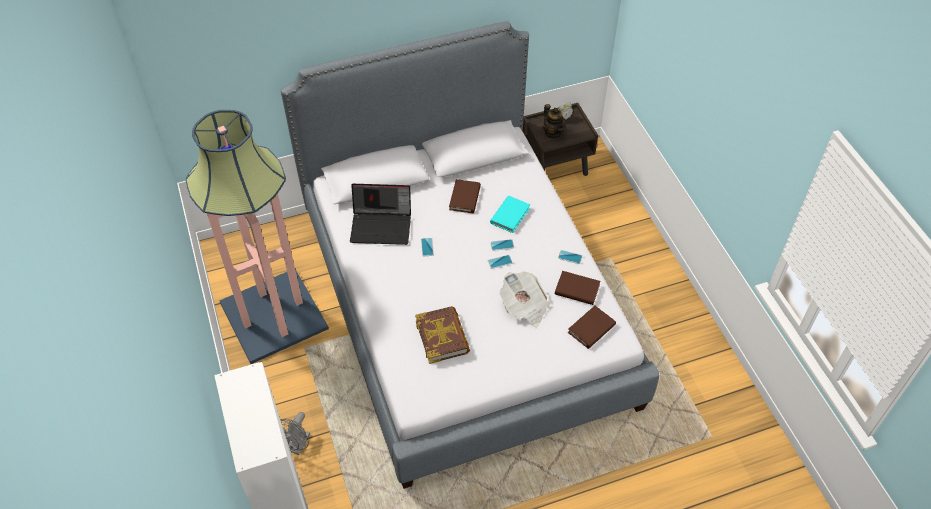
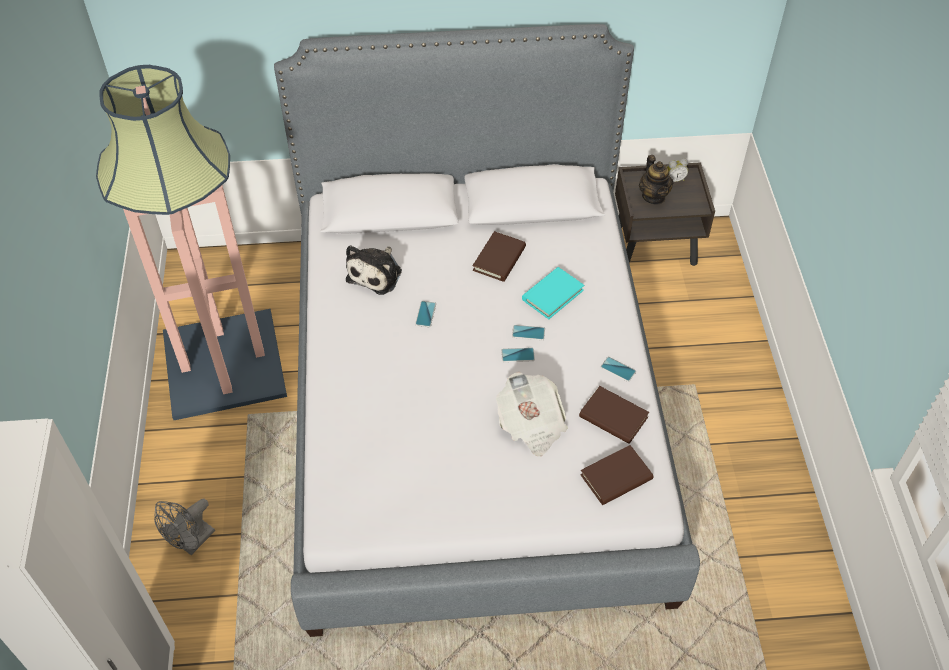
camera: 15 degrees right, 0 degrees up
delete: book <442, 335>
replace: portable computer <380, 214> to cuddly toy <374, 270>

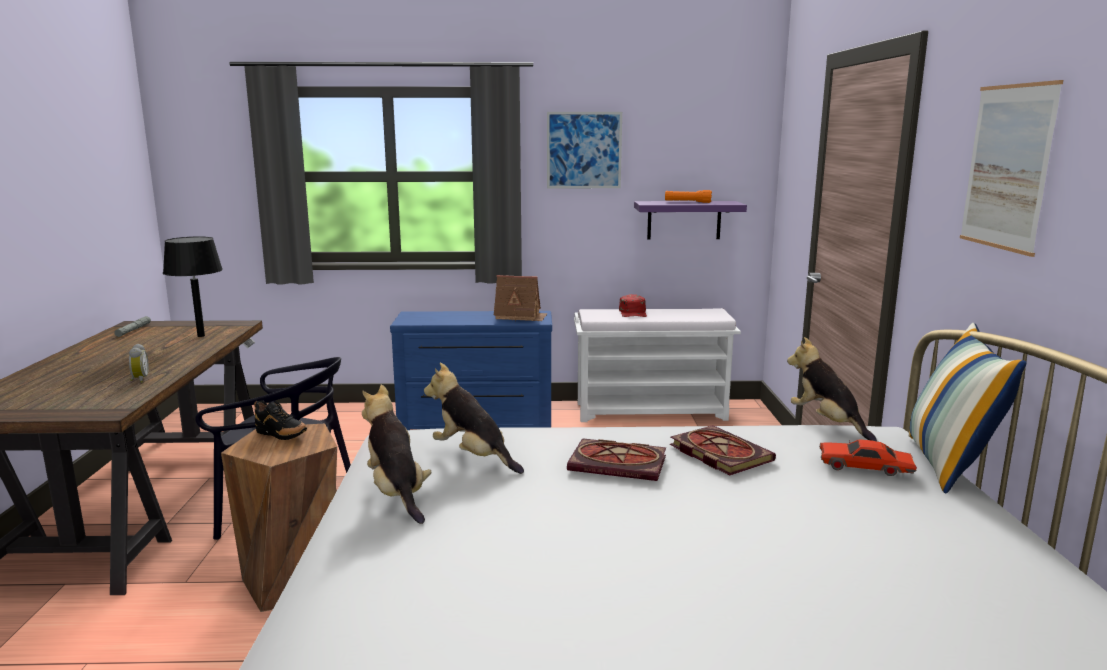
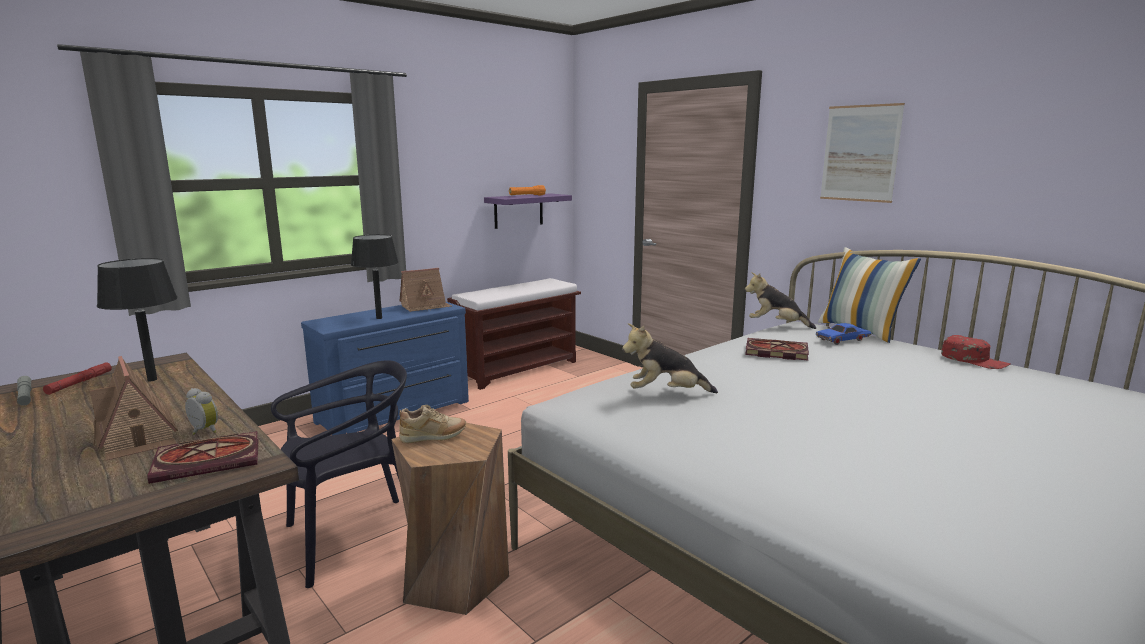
camera: 40 degrees left, 0 degrees up
delete: cuddly toy <396, 454>; picture <584, 150>
insert: red torch <77, 378>; toy house <134, 408>; black-coloured lamp for a table <375, 277>
move: book <616, 459> to <203, 457>; red cap <633, 305> to <976, 352>
recolor: black-coloured low shoe <280, 420> to beige low shoe <432, 424>; white long seat <657, 365> to brown long seat <514, 334>; red model car <868, 457> to bluish model car <843, 334>

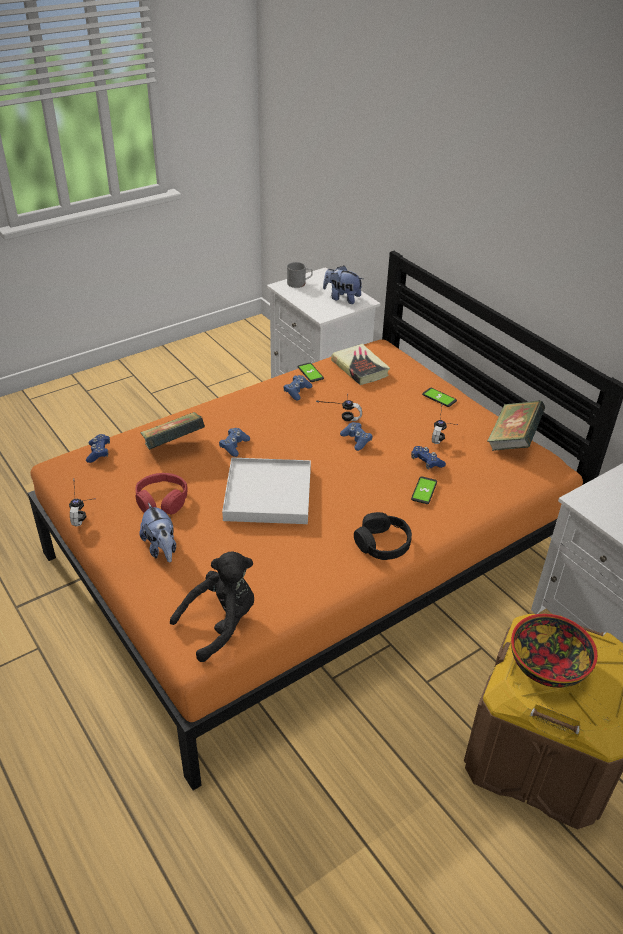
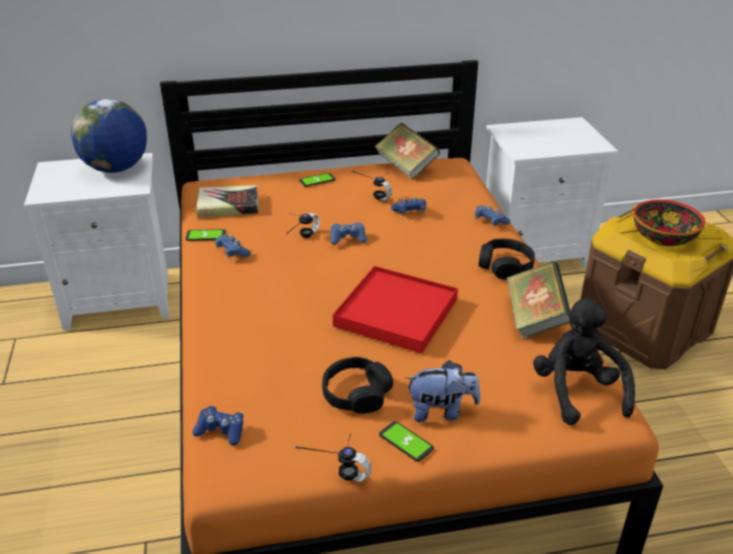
camera: 65 degrees left, 5 degrees down
delete: grey coffee mug <299, 275>
move: book <172, 431> to <538, 300>; bluish gamepad <234, 442> to <493, 215>; handset <424, 490> to <406, 441>
replace: cuddly toy <343, 285> to globe <109, 136>
recolor: red headphones <161, 493> to black-coloured headphones <357, 385>; white serving tray <266, 491> to red serving tray <395, 309>

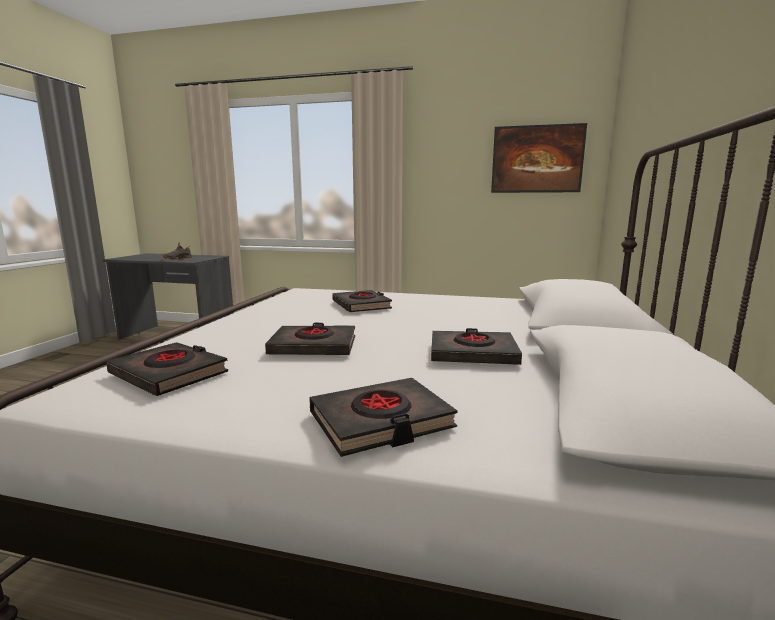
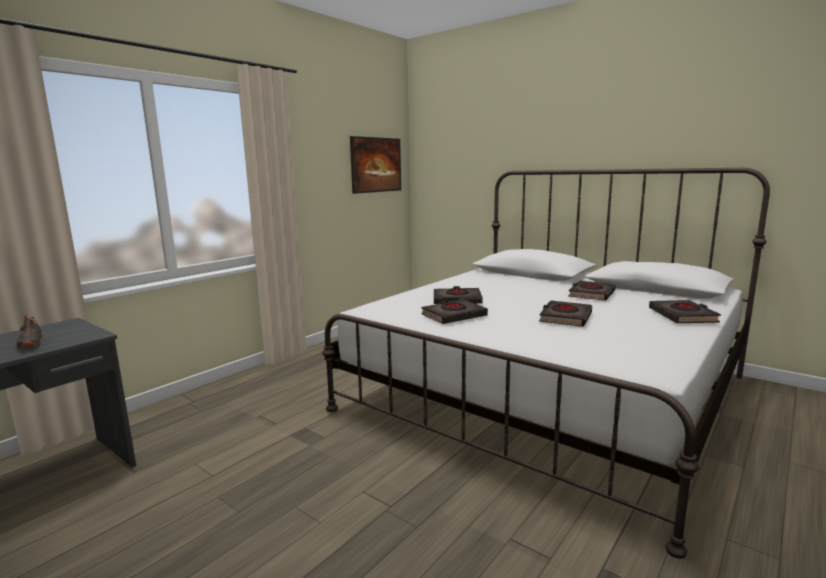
camera: 65 degrees left, 0 degrees up
move: black-coloured book <167, 369> to <454, 311>

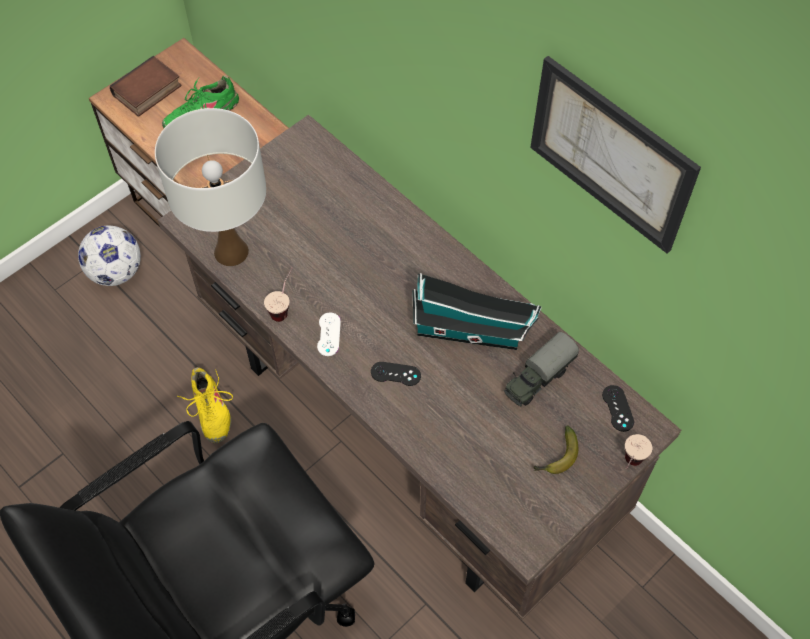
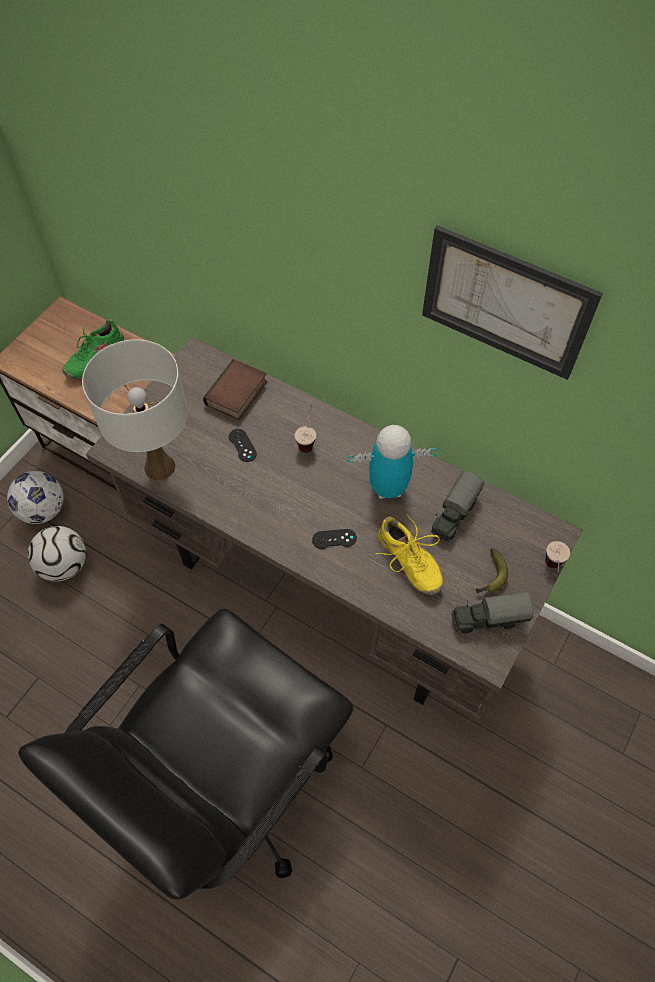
camera: 15 degrees left, 0 degrees up
delete: white gamepad <329, 334>
insert: ball for football <57, 554>; model truck <492, 613>
move: book <146, 86> to <235, 389>; yellowish low shoe <205, 405> to <409, 554>; drinking cup <278, 295> to <305, 428>; black-coloured gamepad <618, 408> to <243, 445>
replace: toy house <477, 311> to model robot <392, 462>

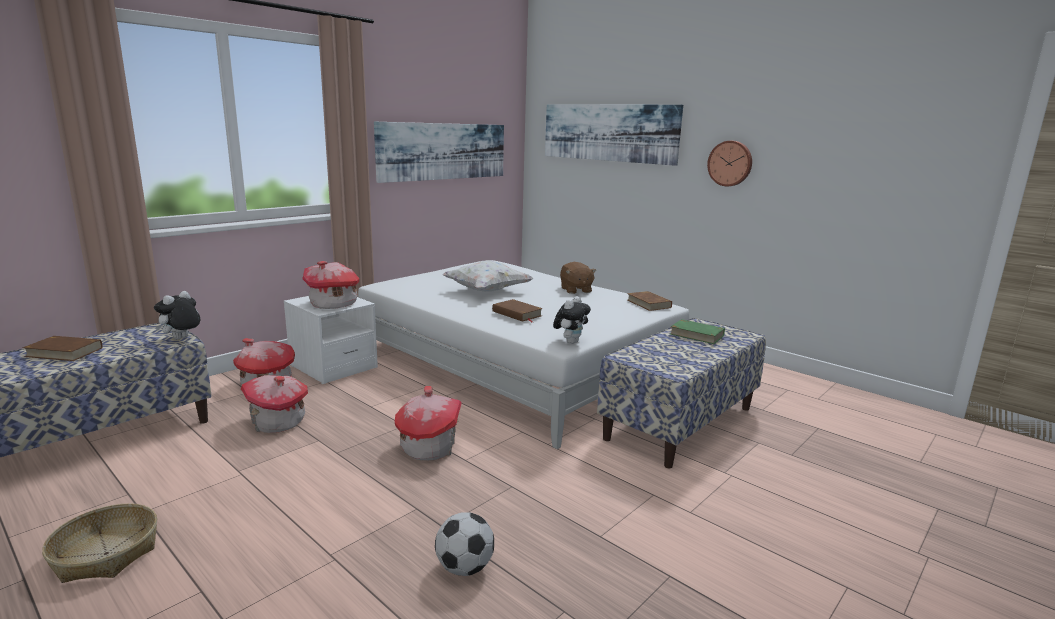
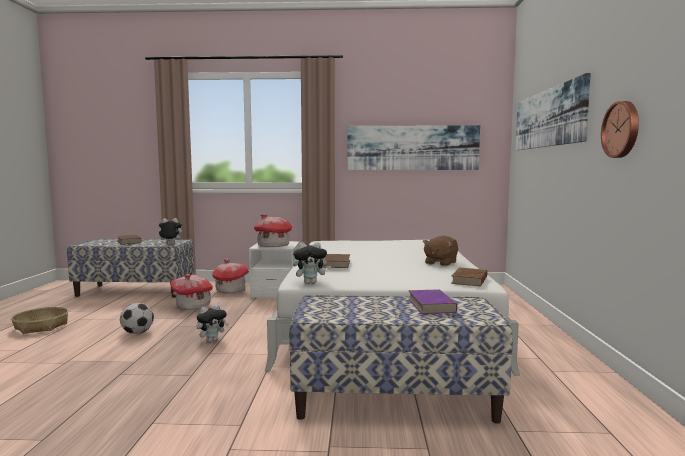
camera: 50 degrees right, 10 degrees down
delete: white cushion <487, 276>
move: ball for football <464, 544> to <137, 318>
replace: toy house <428, 423> to cuddly toy <212, 323>
recolor: green-coloured book <697, 331> to purple book <432, 301>

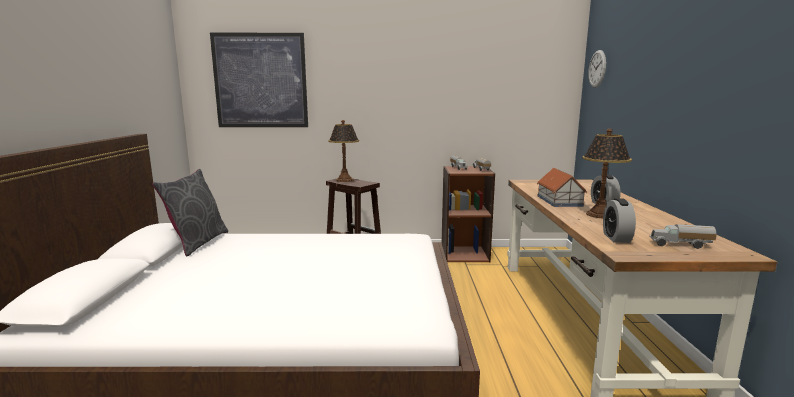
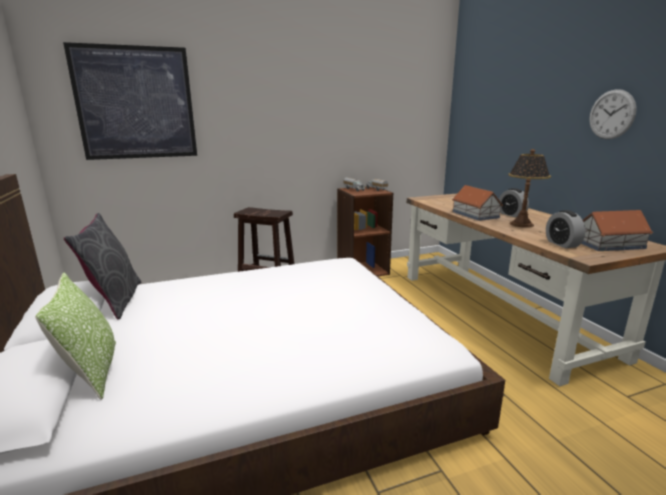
camera: 20 degrees left, 5 degrees up
delete: lamp for a table <343, 151>
insert: cushion <75, 336>
move: hanging clock <597, 69> to <613, 114>
replace: model truck <683, 236> to toy house <617, 230>

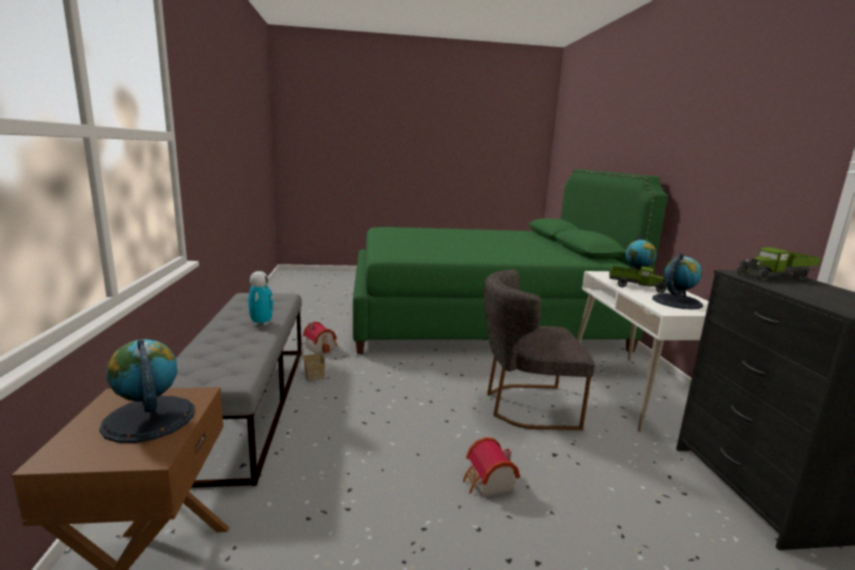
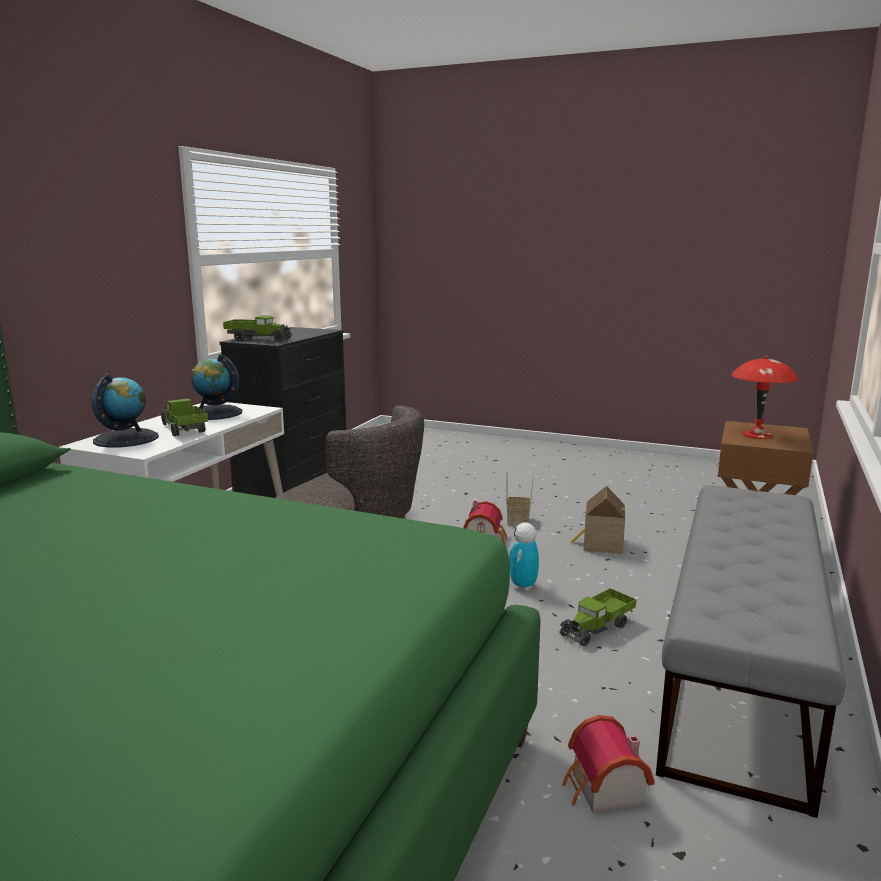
camera: 150 degrees left, 0 degrees up
insert: model truck <597, 617>; toy house <598, 520>
move: model robot <261, 298> to <524, 557>; household basket <313, 357> to <520, 499>
replace: globe <146, 391> to red lamp for a table <765, 397>

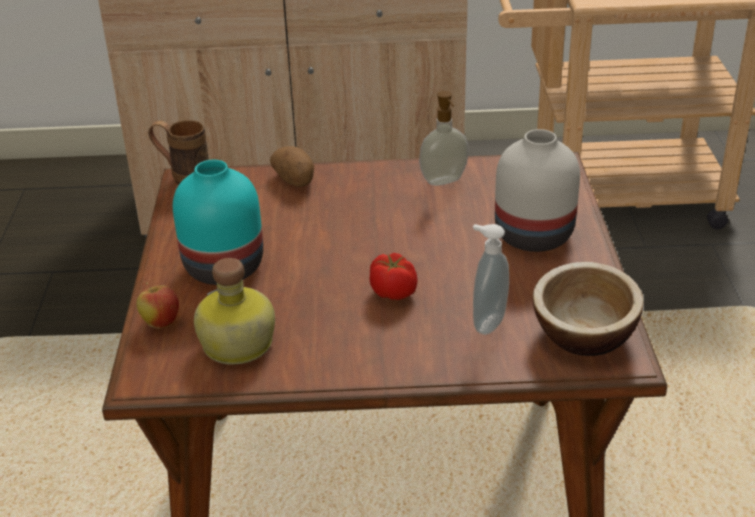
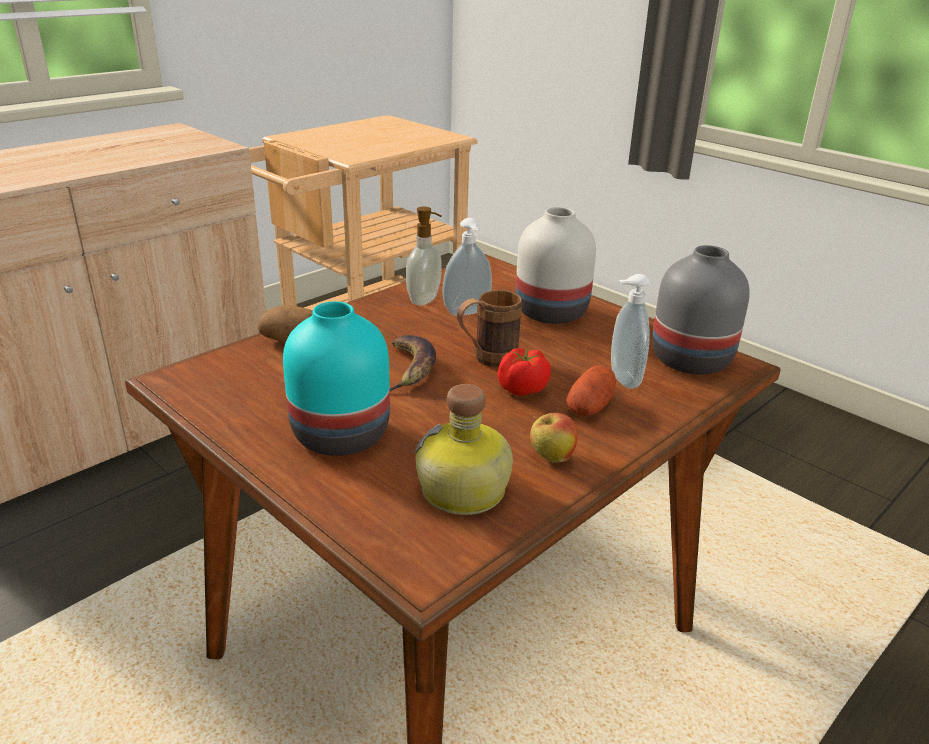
camera: 45 degrees left, 5 degrees down
insert: banana fruit <413, 363>; soap dispenser <467, 267>; spud <591, 391>
move: apple <158, 305> to <554, 438>; brown coffee mug <178, 152> to <489, 329>
replace: deep dish <588, 309> to grey decorative vase <701, 310>

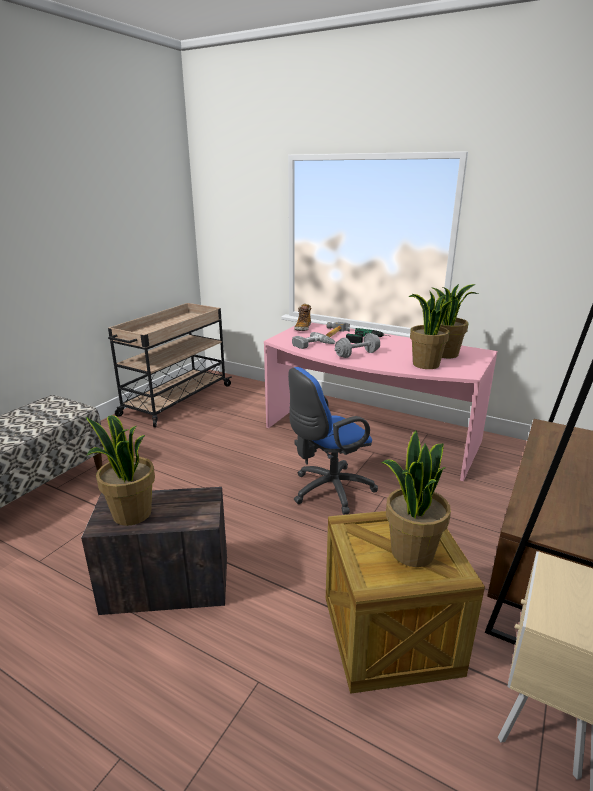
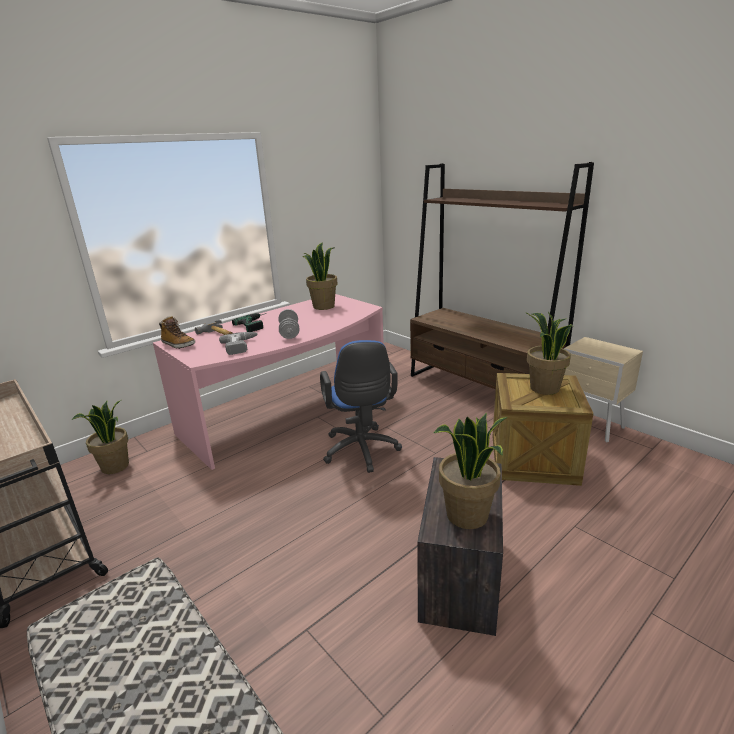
camera: 70 degrees left, 0 degrees up
move: houseplant <433, 330> to <100, 437>

